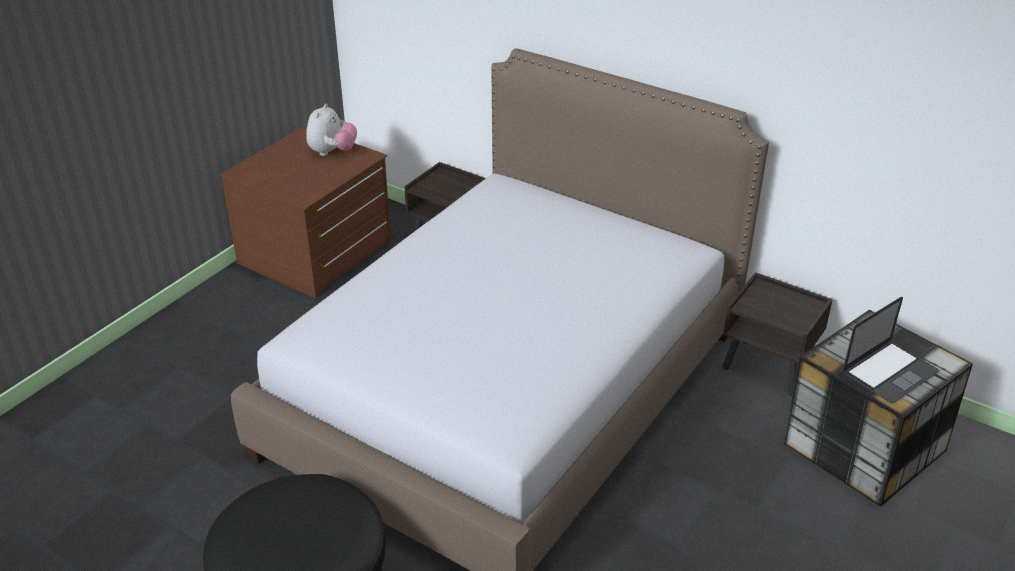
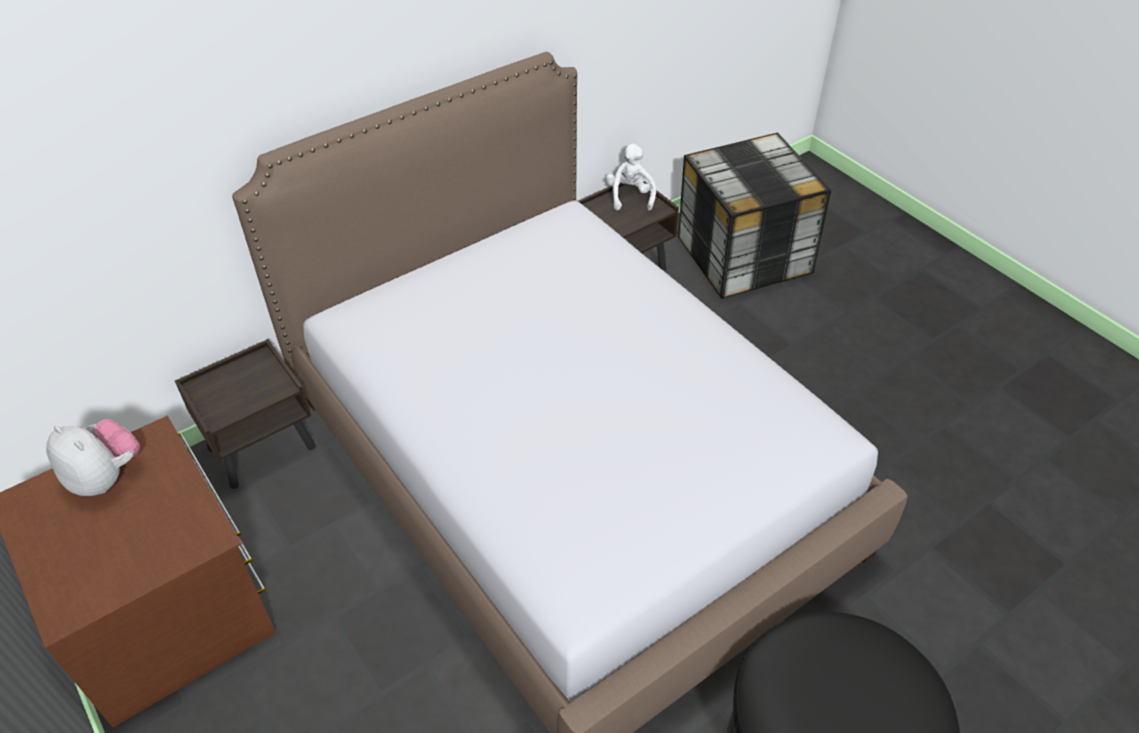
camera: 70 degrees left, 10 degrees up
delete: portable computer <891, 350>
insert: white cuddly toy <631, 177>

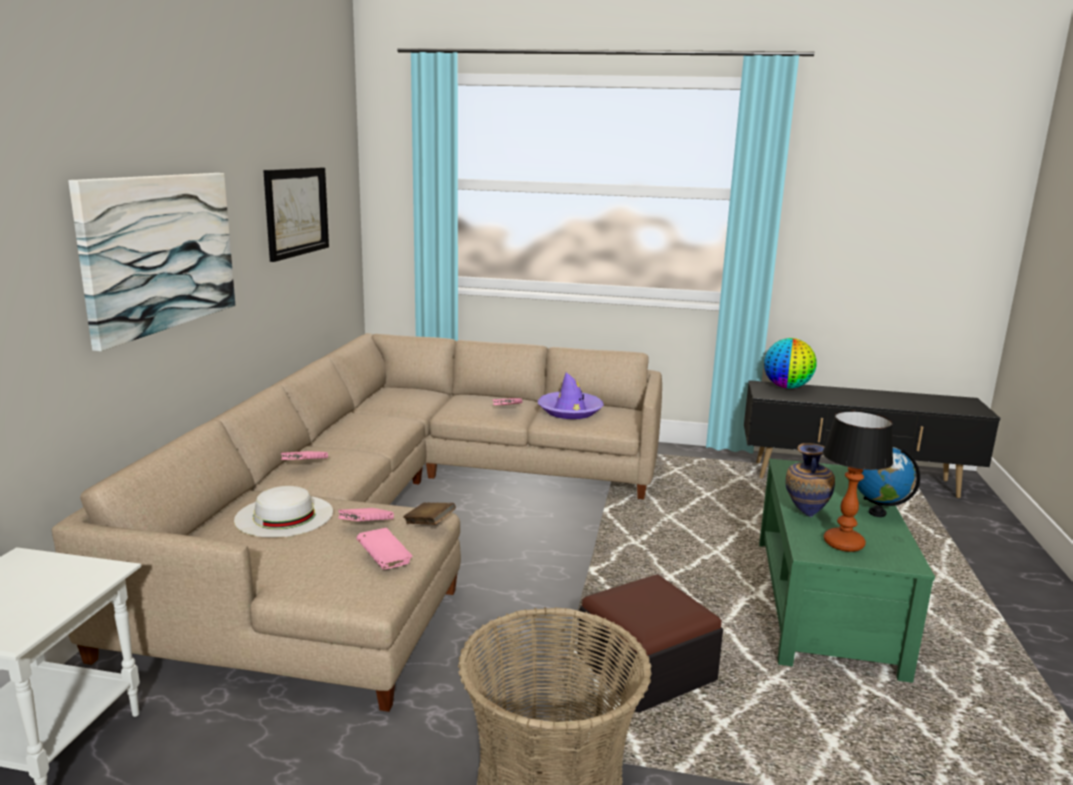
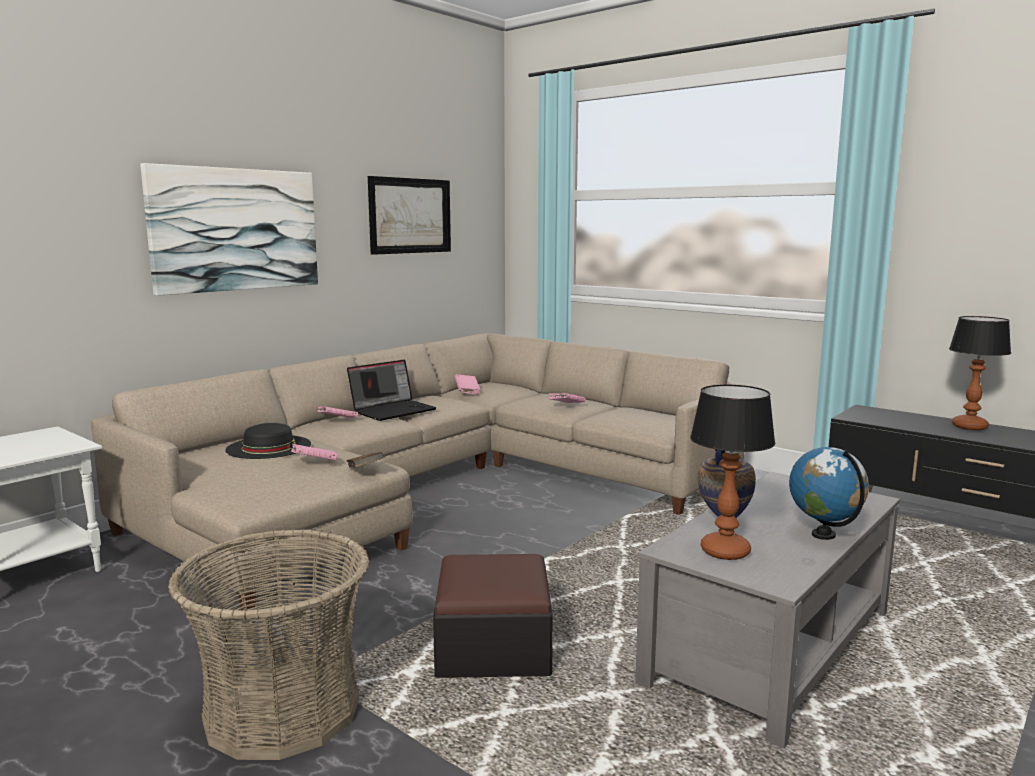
camera: 30 degrees right, 5 degrees down
delete: purple clothing hat <571, 395>; globe <790, 363>
insert: portable computer <392, 390>; lamp for a table <980, 373>
move: pink book <384, 548> to <467, 384>
recolor: white clothing hat <283, 512> to black-coloured clothing hat <268, 441>; green-coloured coffee table <847, 571> to grey coffee table <767, 610>

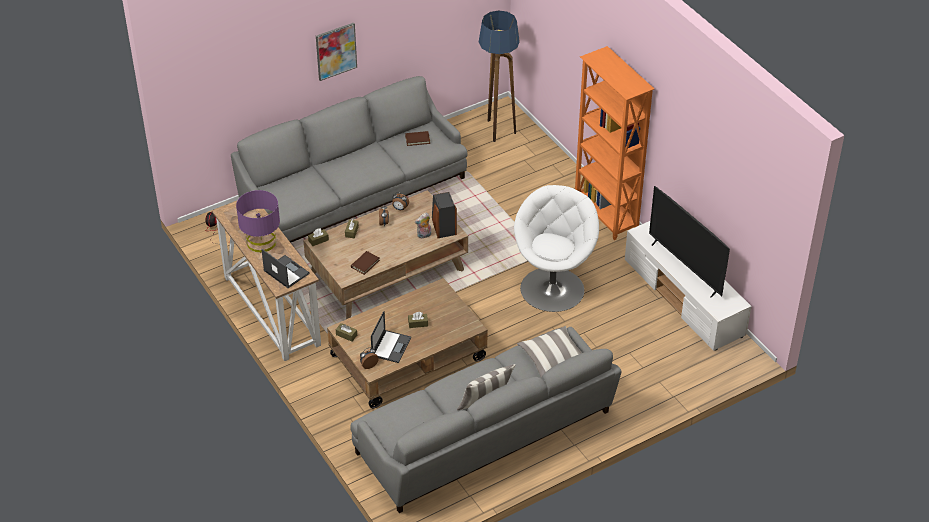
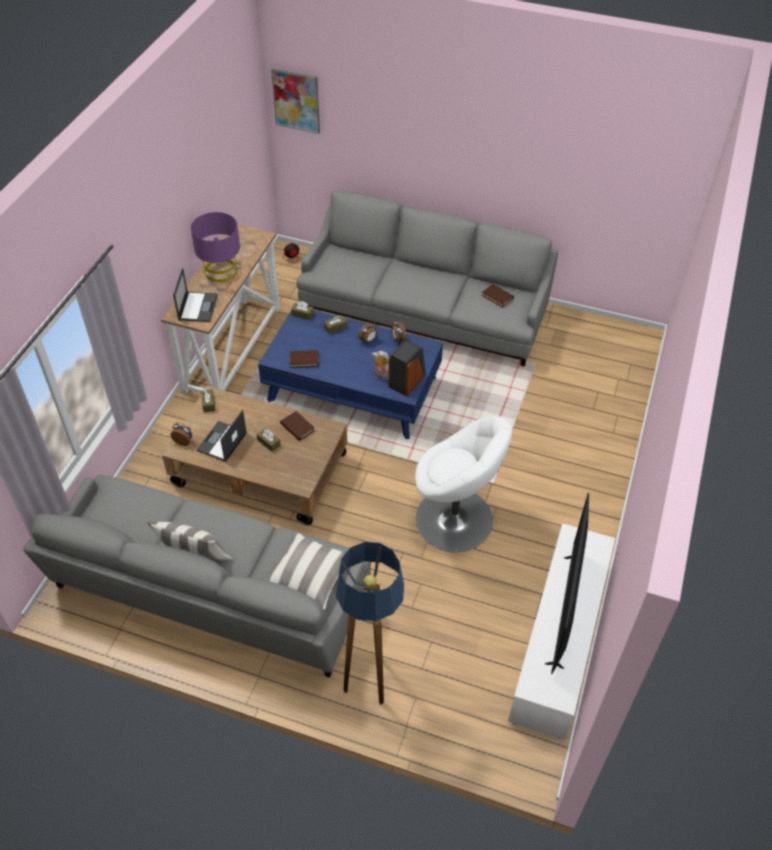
camera: 50 degrees right, 5 degrees up
delete: orange-coloured shelving unit <614, 143>
insert: brown book <297, 426>
move: picture <336, 52> to <295, 101>; floor lamp <499, 76> to <370, 623>
recolor: brown coffee table <385, 254> to bluish coffee table <350, 375>
rotate: portable computer <391, 337> = <221, 436> 135 degrees clockwise; white easy chair <556, 248> = <463, 484> 45 degrees clockwise

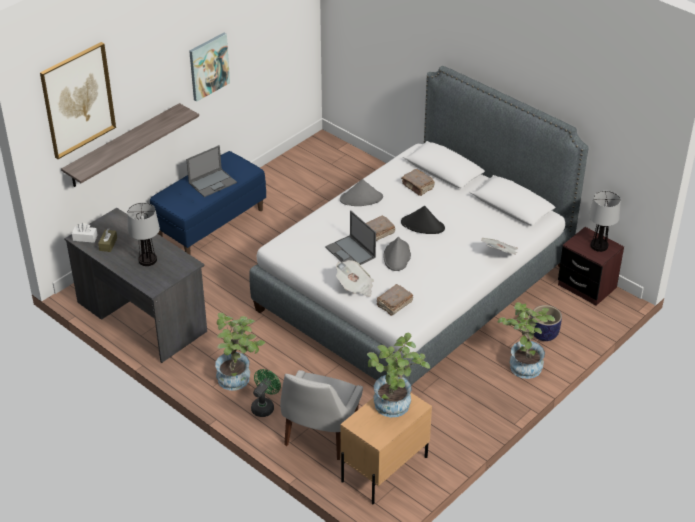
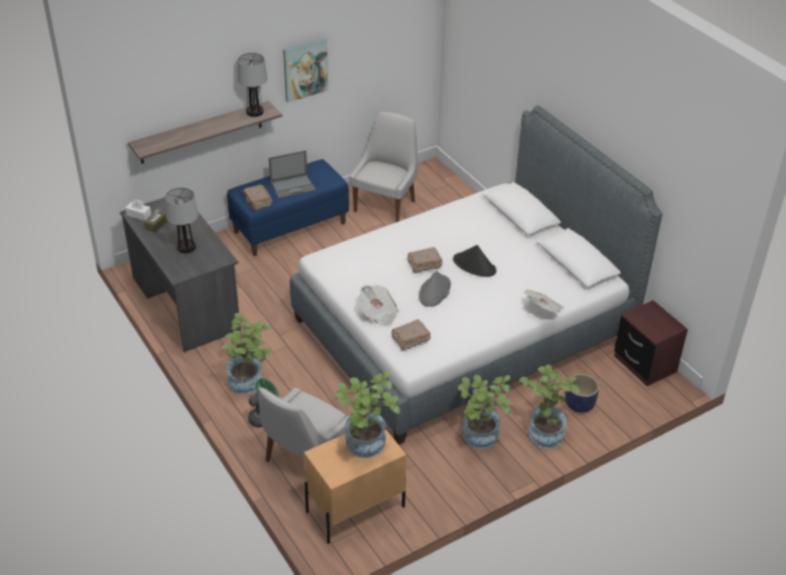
camera: 15 degrees right, 0 degrees up
delete: picture <78, 100>; portable computer <350, 237>; grey clothing hat <361, 192>
insert: white upright chair <383, 167>; houseplant <484, 412>
move: brown book <418, 182> to <257, 197>; lamp for a table <605, 221> to <252, 85>

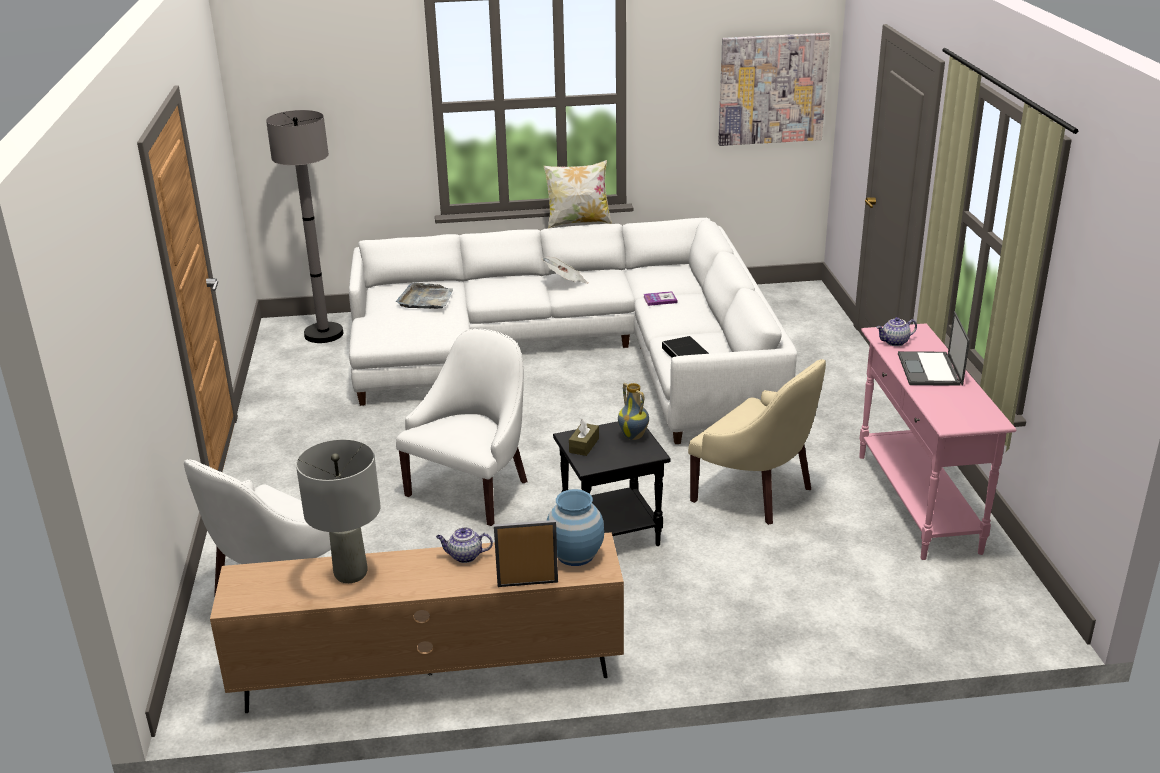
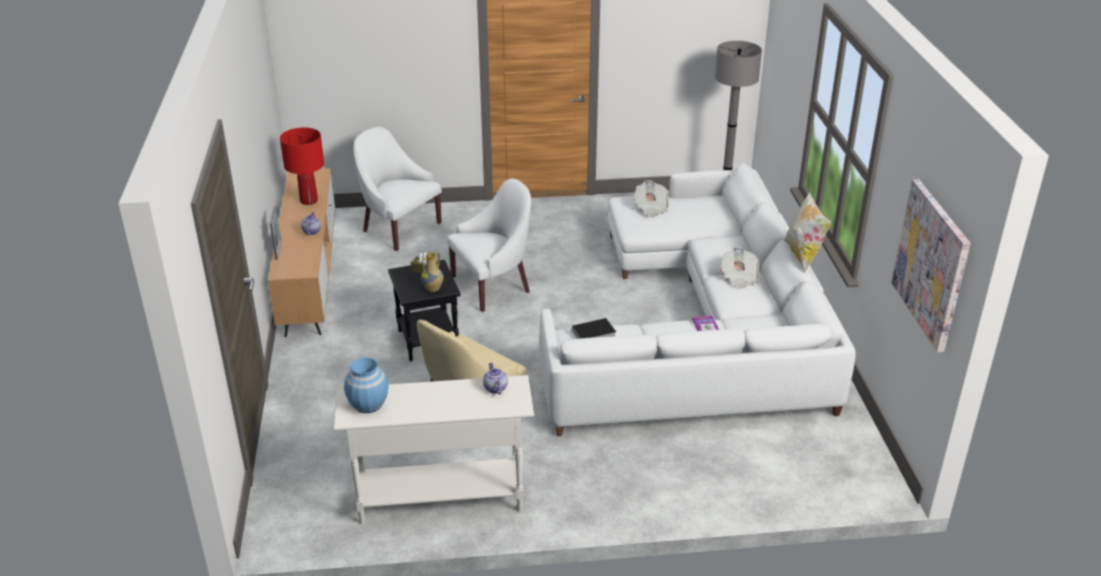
camera: 90 degrees right, 5 degrees up
delete: grey serving tray <424, 296>; portable computer <934, 348>
insert: printed paper <651, 199>
move: bluish decorative vase <575, 527> to <366, 385>
recolor: grey lamp for a table <338, 511> to red lamp for a table <302, 166>; pink narrow table <937, 441> to white narrow table <433, 449>
rotate: white easy chair <462, 427> = <489, 245> 60 degrees counterclockwise

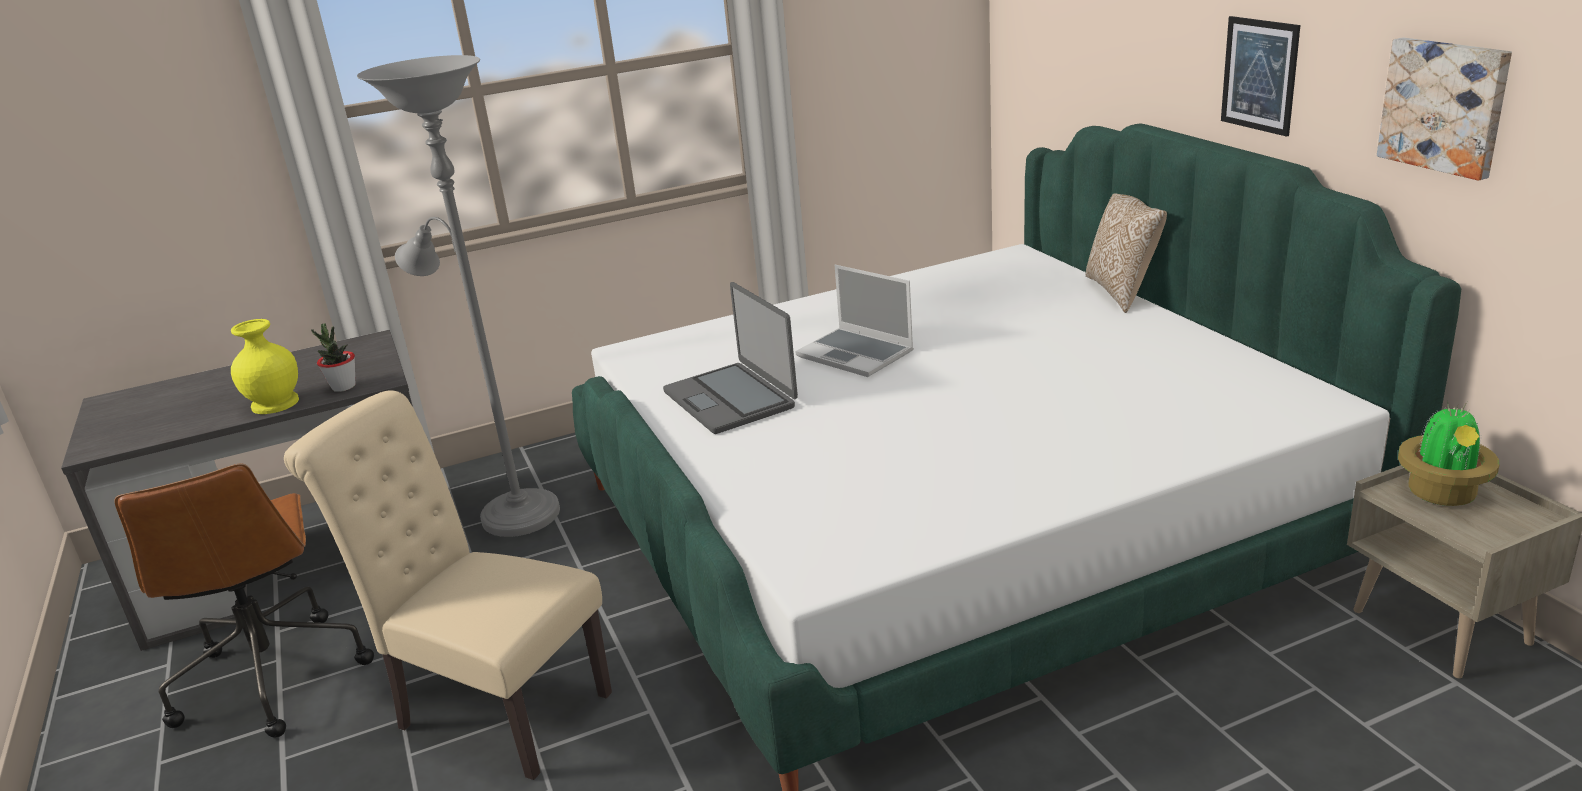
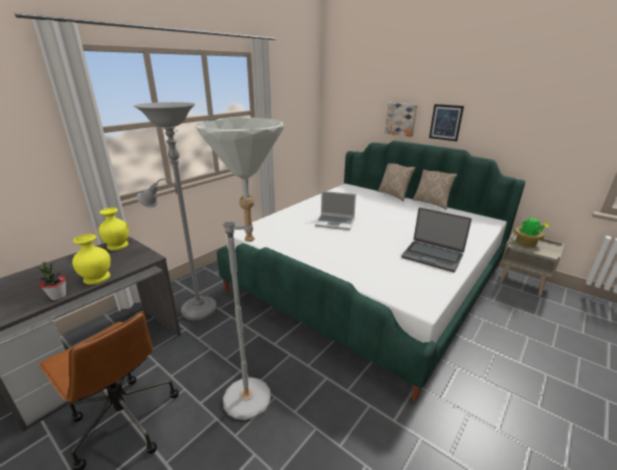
camera: 30 degrees left, 0 degrees up
insert: yellowish decorative vase <114, 229>; cushion <435, 189>
move: houseplant <333, 357> to <51, 281>; portable computer <730, 358> to <437, 240>; picture <1444, 109> to <401, 120>
replace: beige upright chair <448, 585> to grey floor lamp <239, 268>

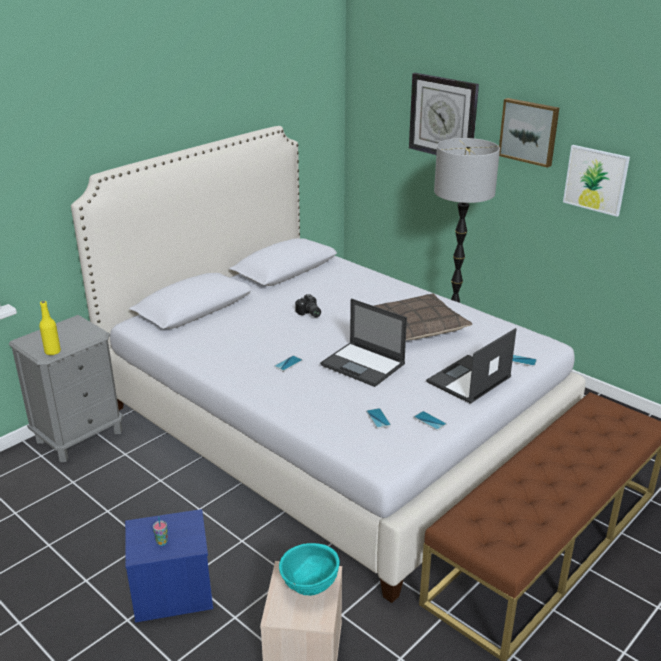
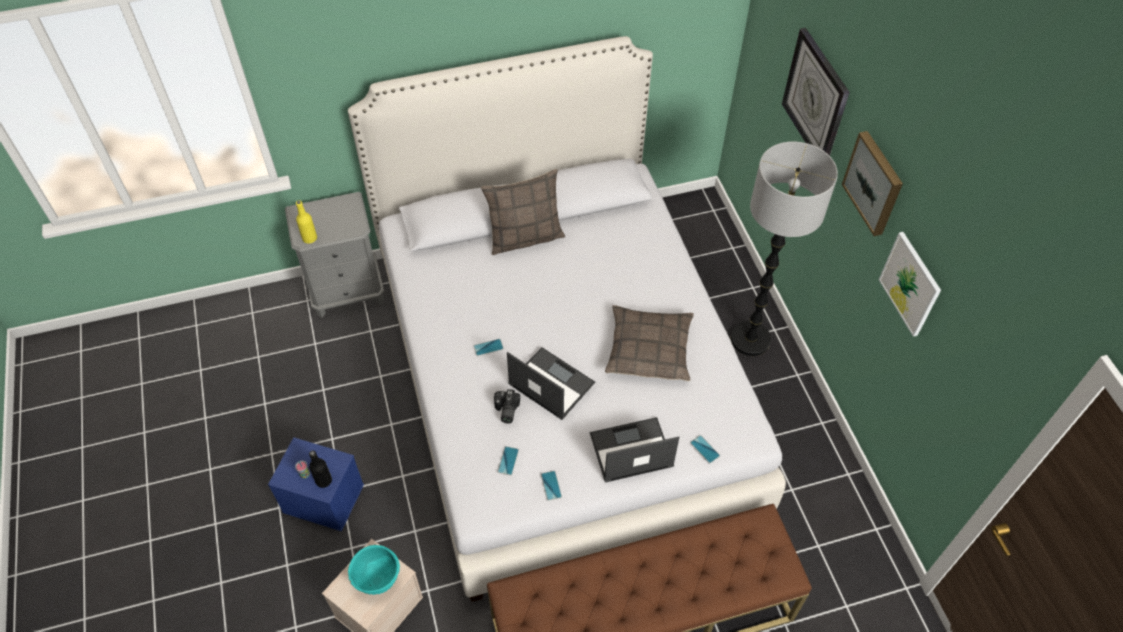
camera: 30 degrees right, 25 degrees up
insert: black-coloured beverage bottle <320, 469>; cushion <523, 212>
move: still camera <308, 305> to <507, 406>
rotate: portable computer <363, 343> = <551, 383> 150 degrees clockwise

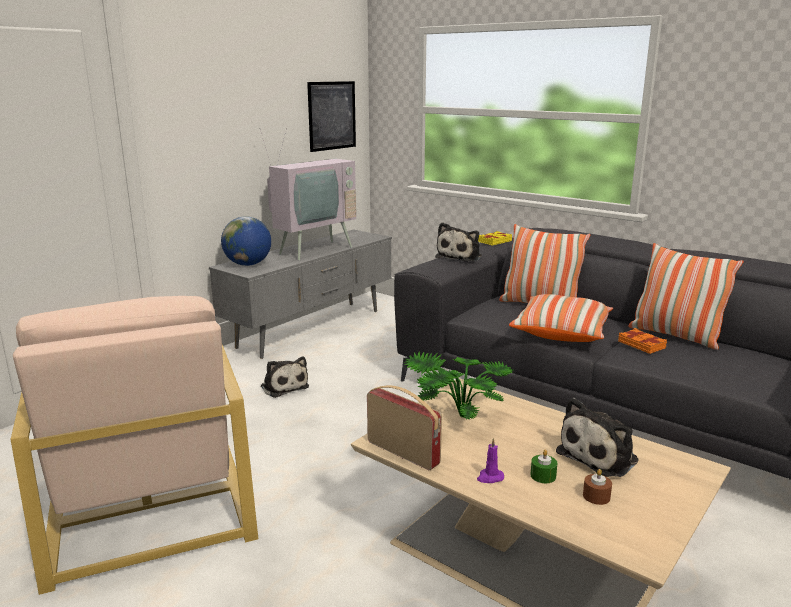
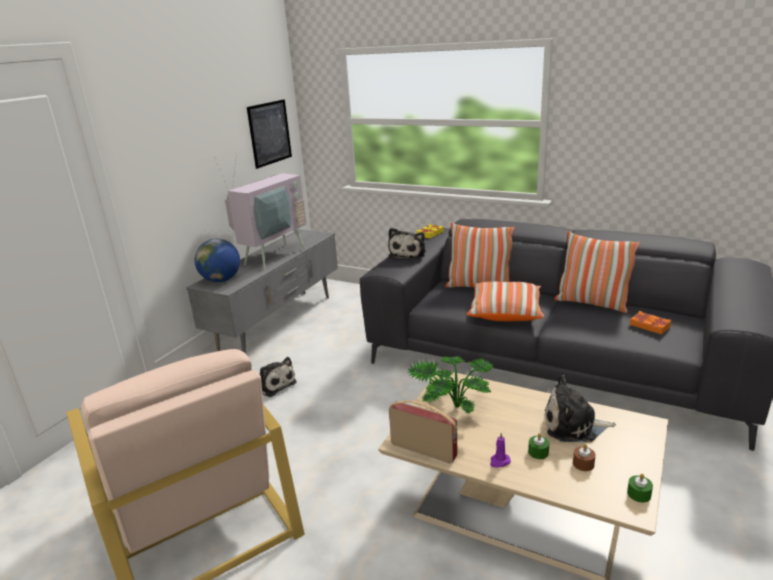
camera: 10 degrees left, 5 degrees up
insert: green-coloured wax candle <640, 488>
move: orange-coloured book <642, 341> to <650, 323>
rotate: cuddly toy <597, 437> = <580, 408> 60 degrees clockwise

